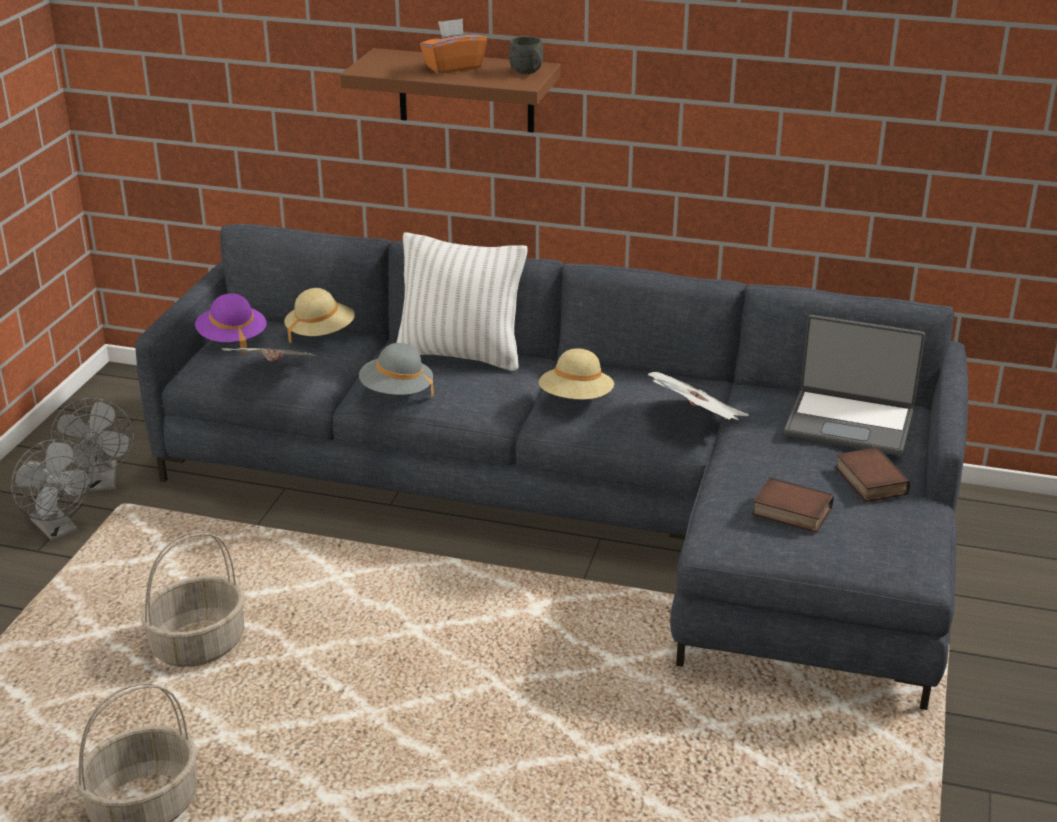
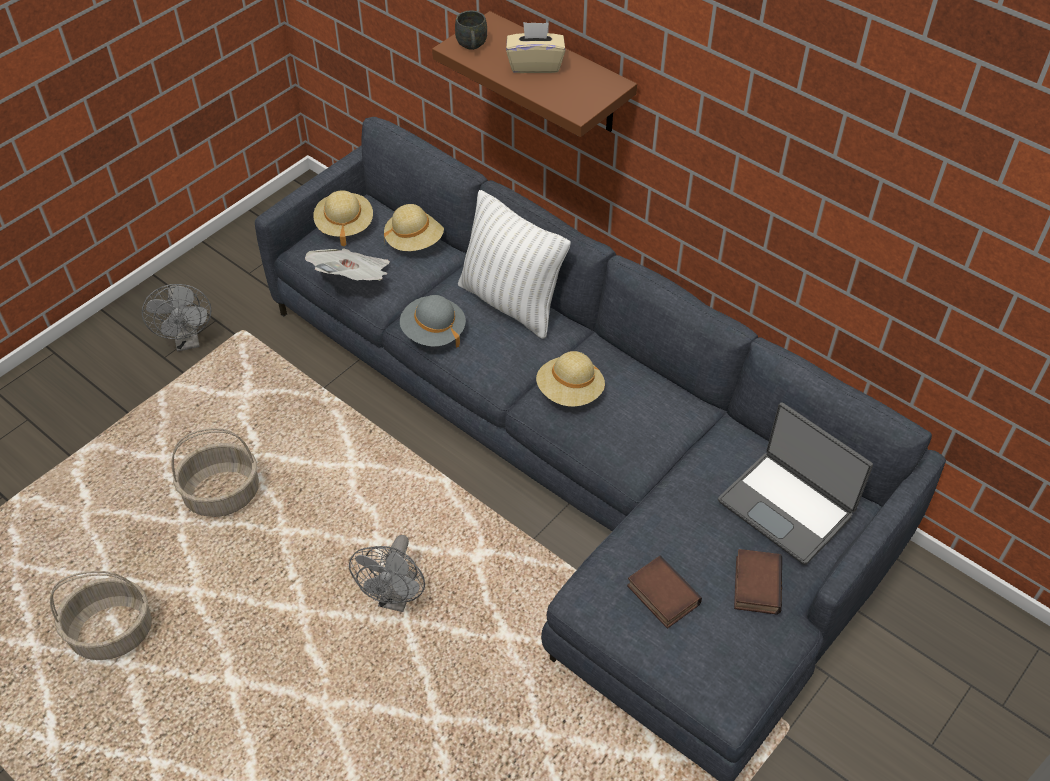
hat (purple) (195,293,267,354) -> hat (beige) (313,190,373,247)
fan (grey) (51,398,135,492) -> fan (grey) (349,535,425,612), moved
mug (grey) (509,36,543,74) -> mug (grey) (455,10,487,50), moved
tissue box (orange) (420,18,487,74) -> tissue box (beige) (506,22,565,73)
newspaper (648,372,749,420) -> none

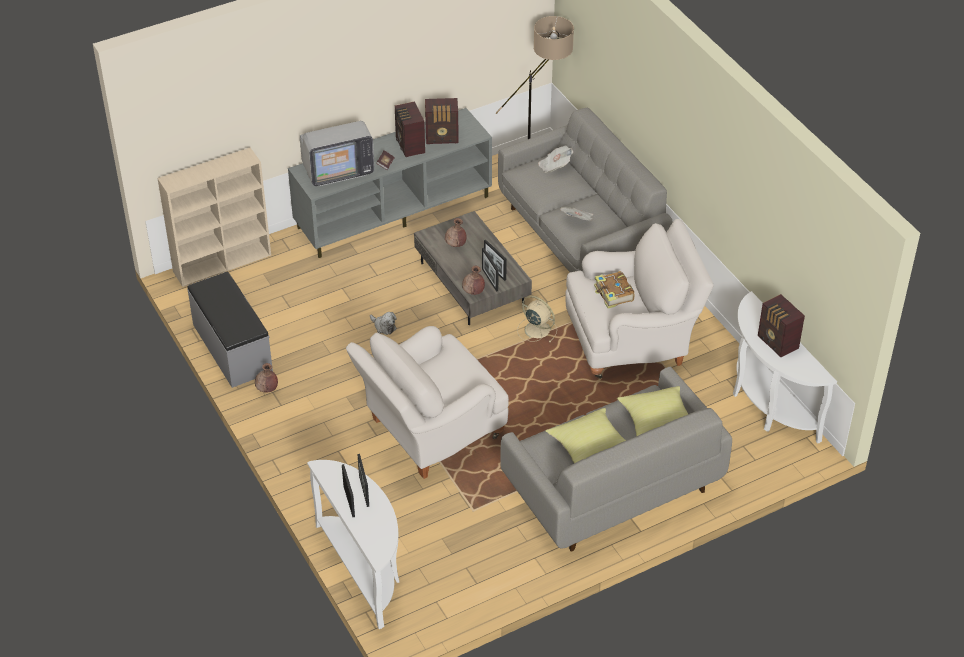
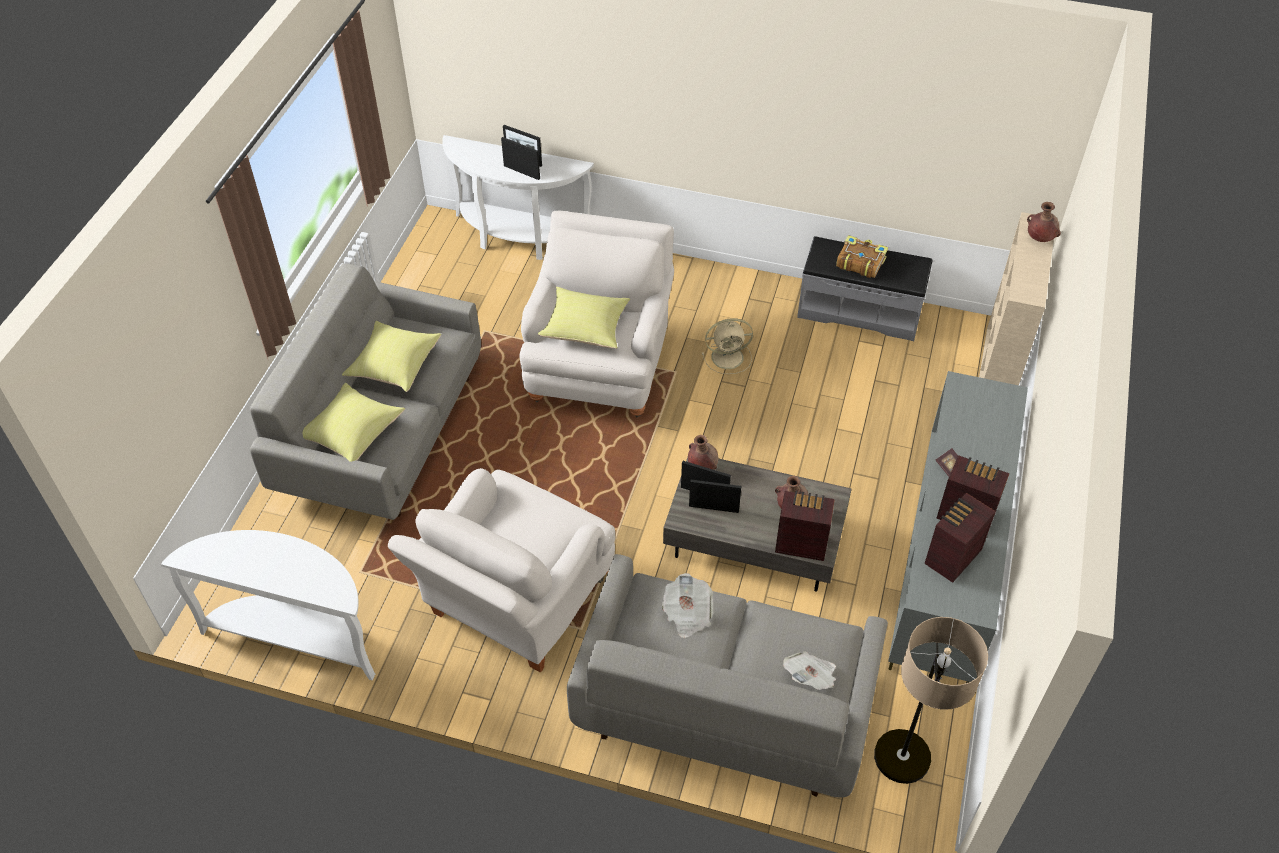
none -> pillow (yellow) (538,287,630,349)
fan (beige) (517,296,557,342) -> fan (beige) (702,318,753,374), moved
radio (758,294,805,357) -> radio (775,491,835,561), moved
book (594,271,635,309) -> book (836,235,888,278), moved
vase (brown) (255,363,278,393) -> vase (brown) (1027,202,1061,242), moved
television (300,121,374,186) -> none
plush toy (370,312,397,335) -> none

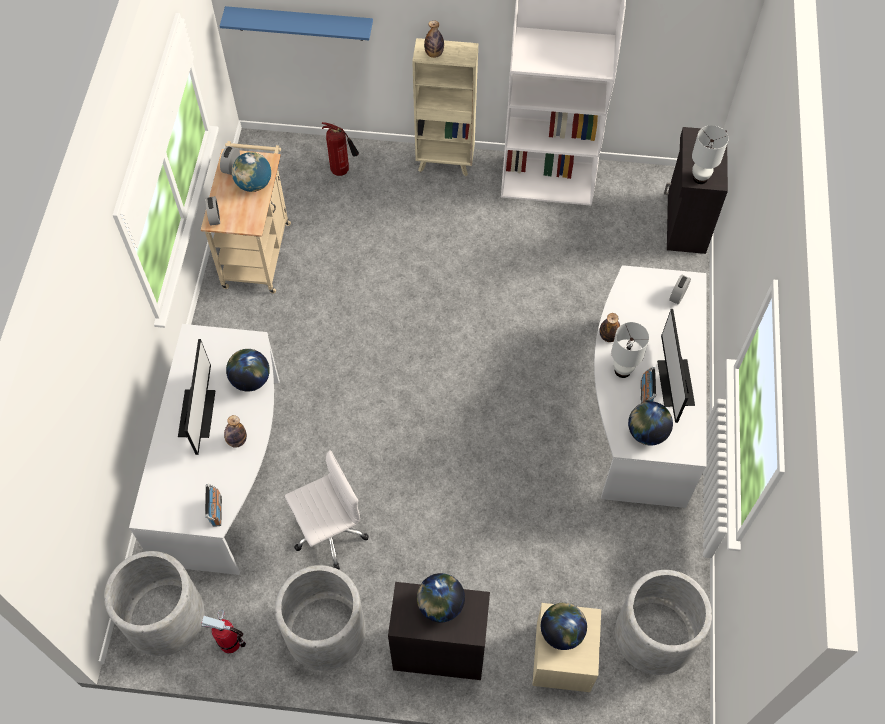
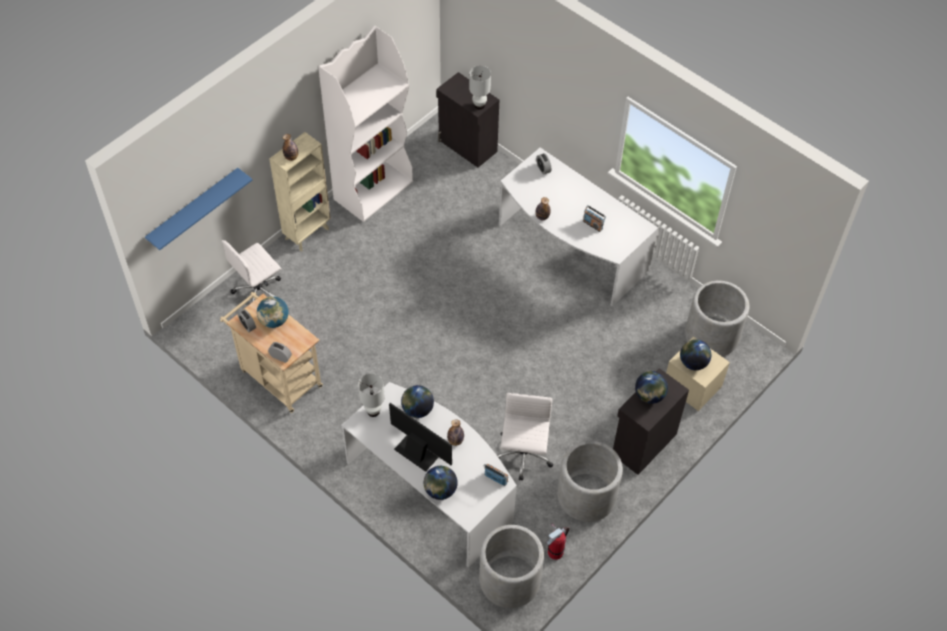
fire extinguisher (322,122,359,176) -> office chair (white) (222,240,281,304)
table lamp (white) (611,322,649,378) -> table lamp (white) (358,373,385,417), moved
globe (628,401,673,446) -> globe (424,466,458,500), moved
monitor (657,309,695,423) -> none

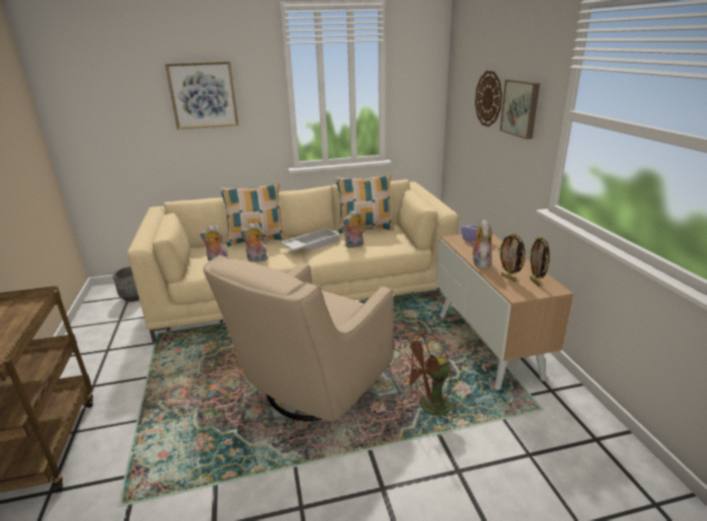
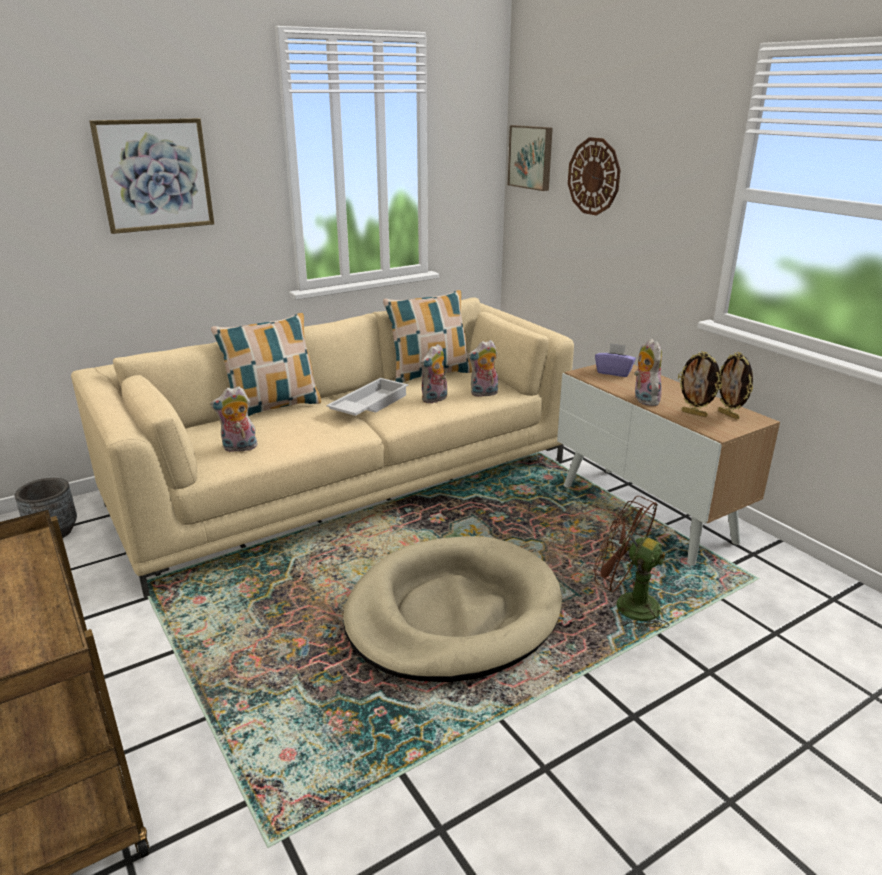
armchair (beige) (203,255,393,422) -> dog bed (beige) (343,536,562,683)
plush toy (240,223,268,262) -> plush toy (467,340,498,397), moved
picture (500,79,540,139) -> picture (508,125,553,191), moved
fan (brown) (401,333,462,424) -> fan (brown) (594,496,669,632), 75 degrees clockwise

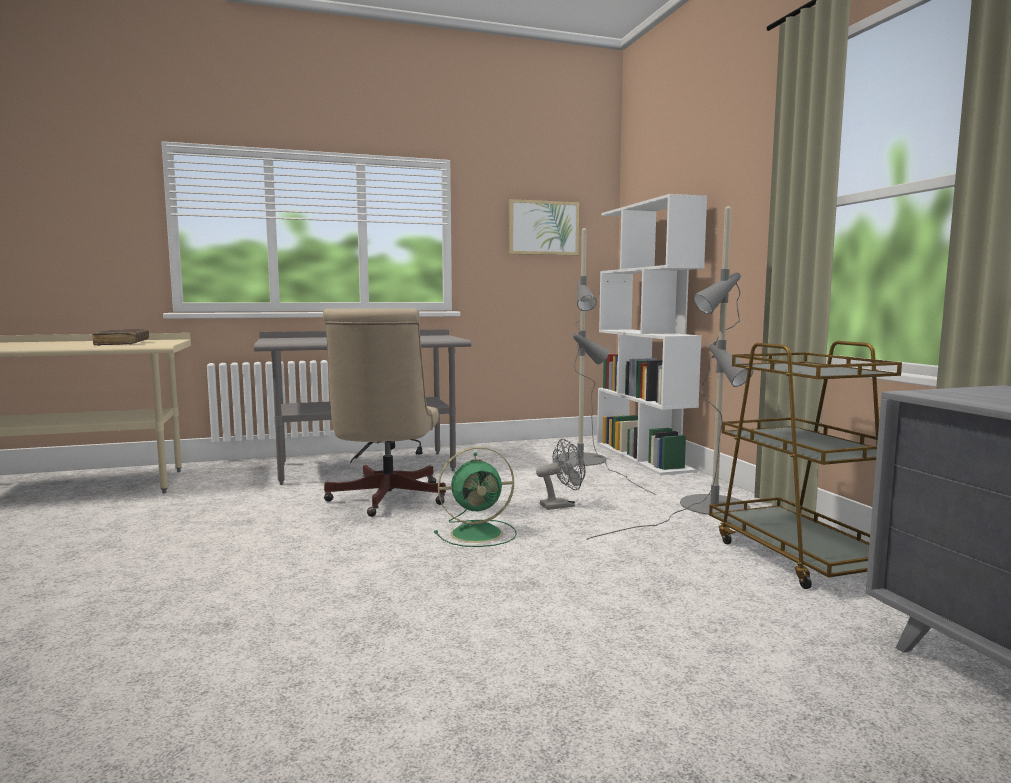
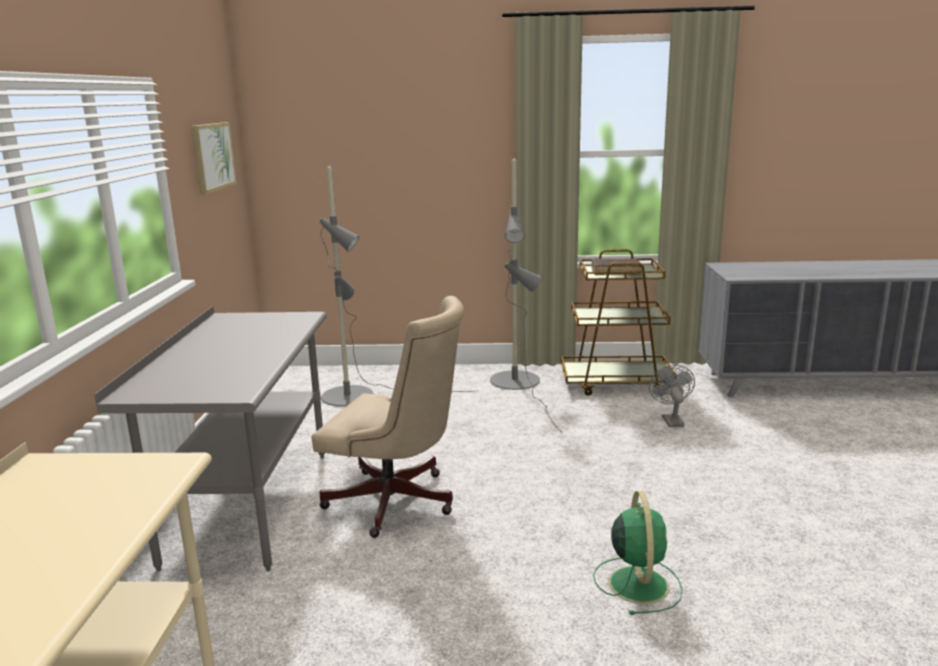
book (brown) (92,329,149,346) -> book (brown) (591,258,641,275), moved
fan (green) (434,447,517,547) -> fan (green) (593,491,683,615), moved
fan (grey) (536,439,585,510) -> fan (grey) (649,365,695,427), moved
bookcase (white) (597,194,707,475) -> none

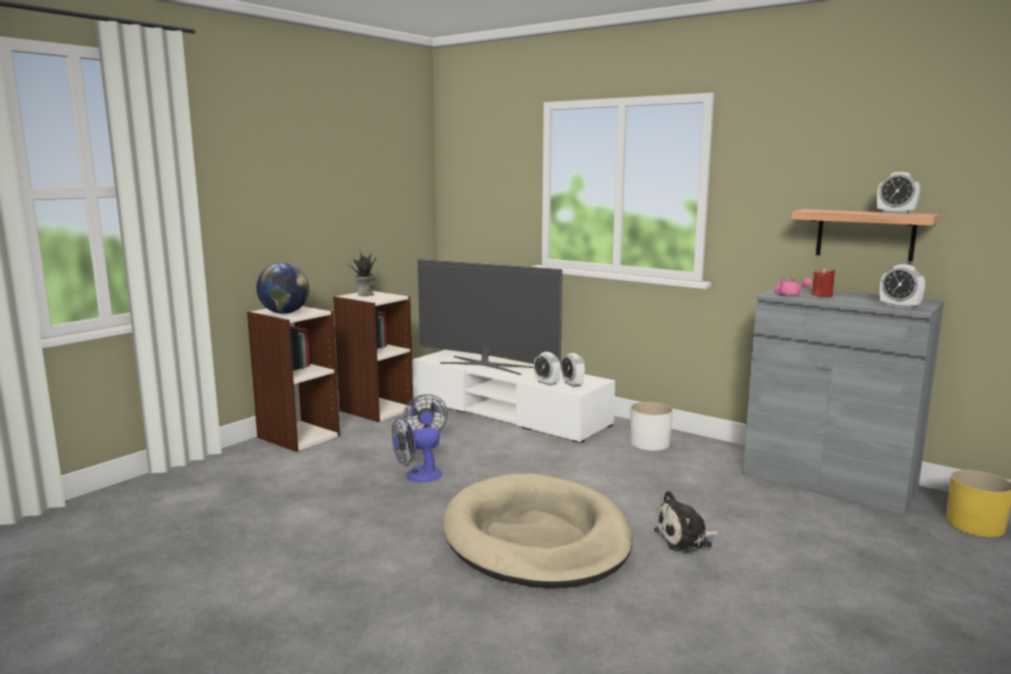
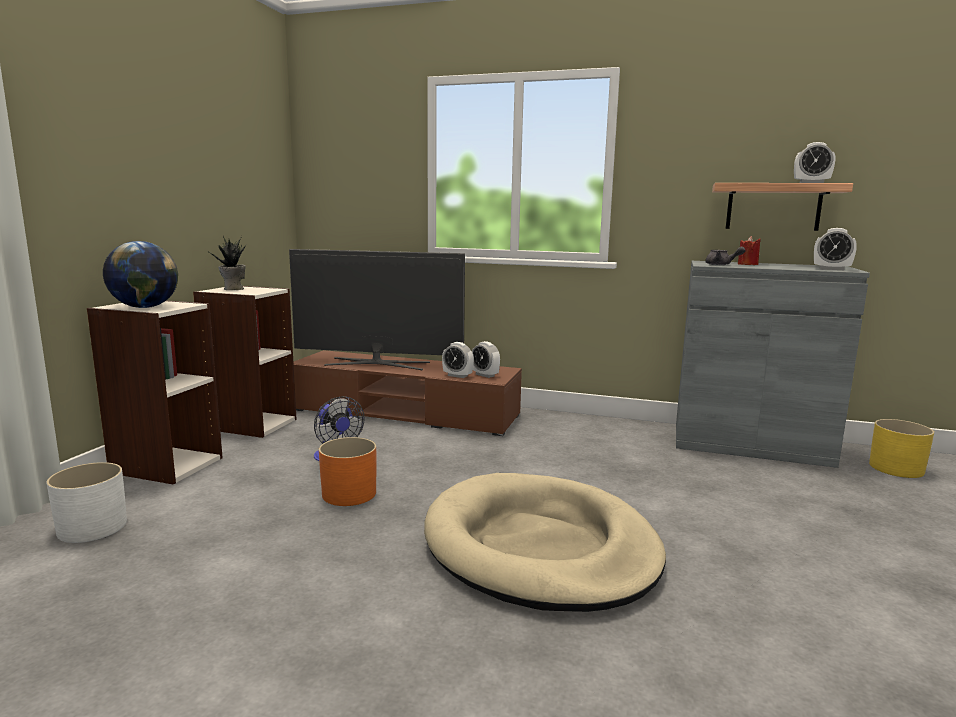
planter (white) (630,402,673,451) -> planter (white) (47,462,127,543), moved
tv stand (white) (412,350,615,444) -> tv stand (brown) (293,350,522,436)
fan (392,417,442,482) -> planter (orange) (319,437,376,506)
teapot (pink) (775,278,812,296) -> teapot (grey) (705,246,746,265)
plush toy (654,491,720,553) -> none

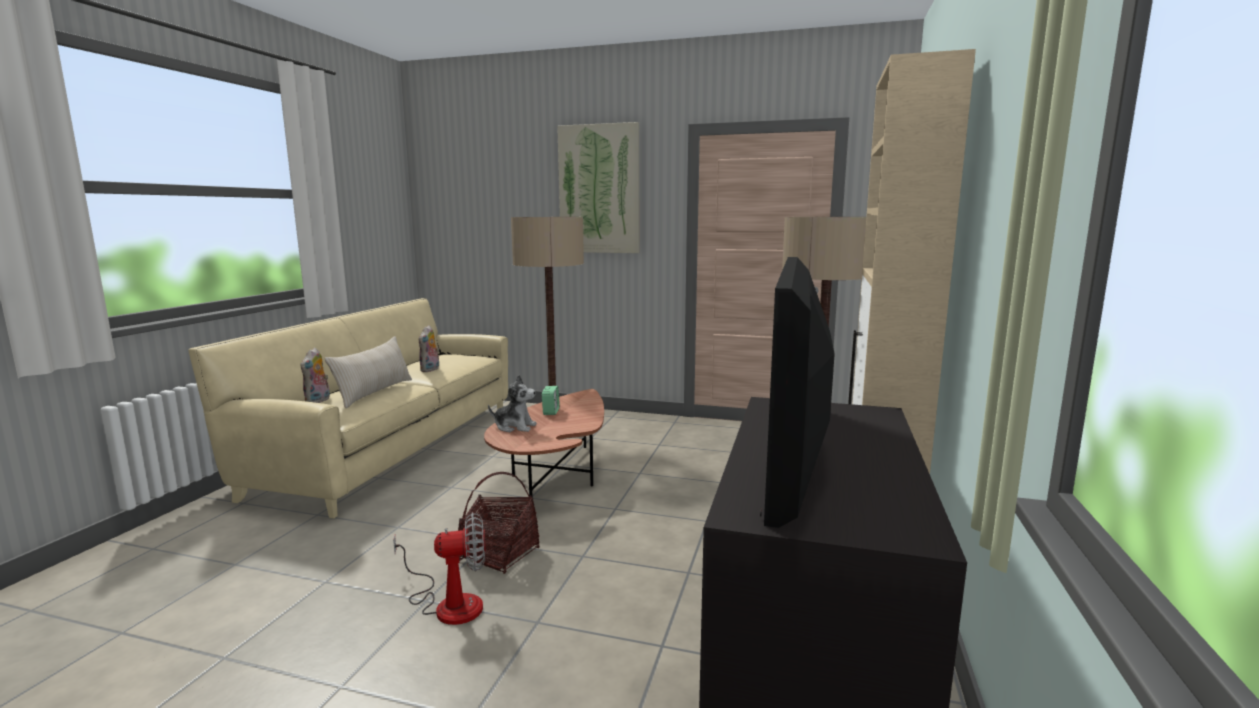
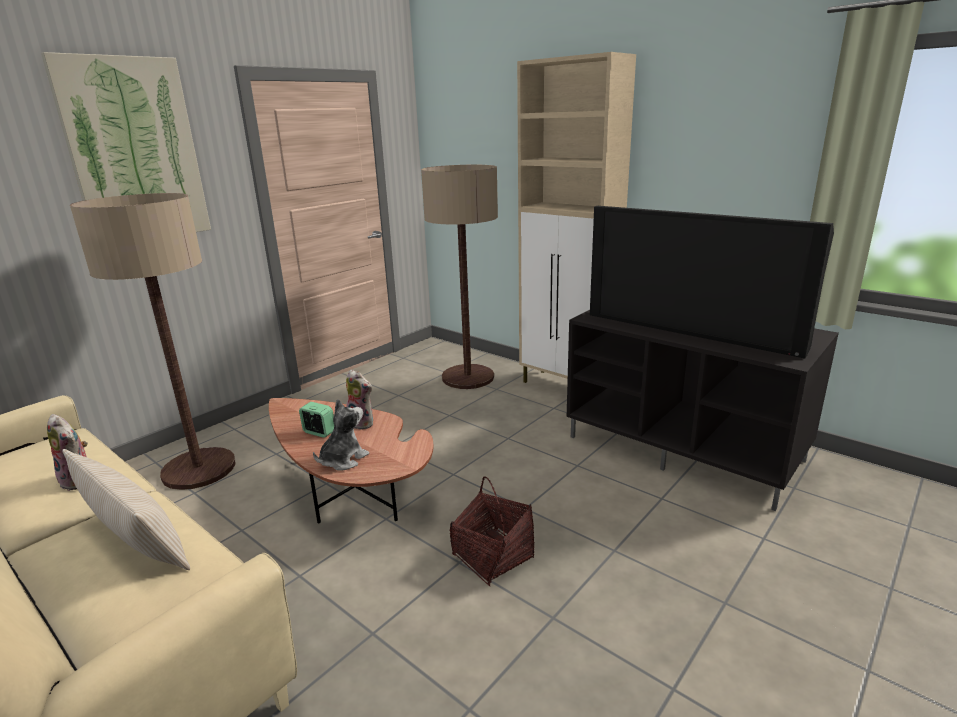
plush toy (301,348,330,403) -> plush toy (346,370,373,430), moved
fan (393,512,486,625) -> none

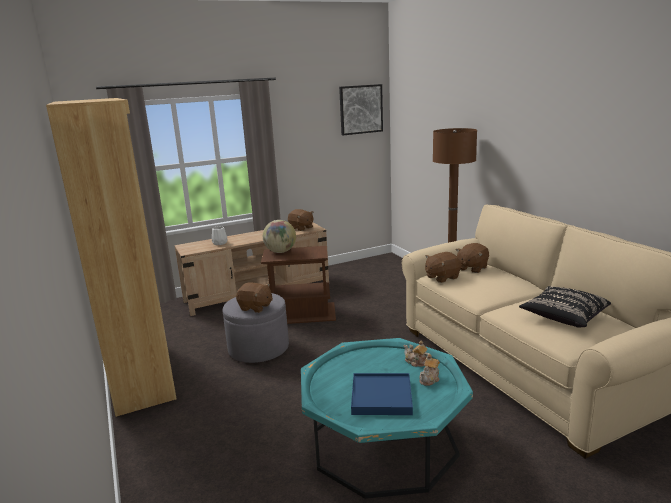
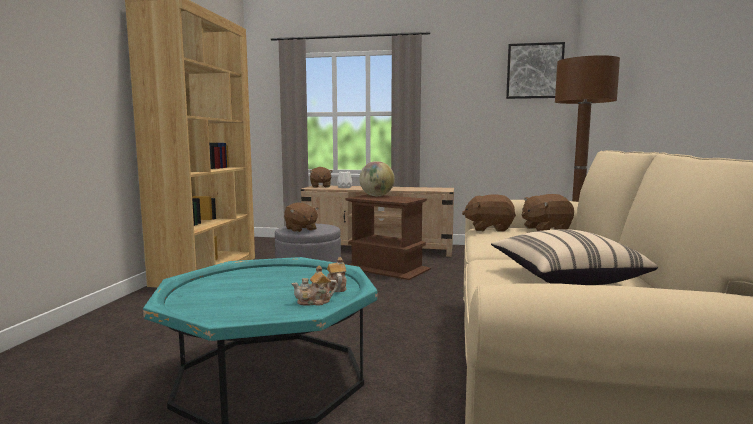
plush toy (brown) (288,209,313,231) -> plush toy (brown) (310,167,332,188), moved
pillow (black) (519,286,611,328) -> pillow (beige) (491,229,658,285)
tray (blue) (351,373,413,415) -> none

